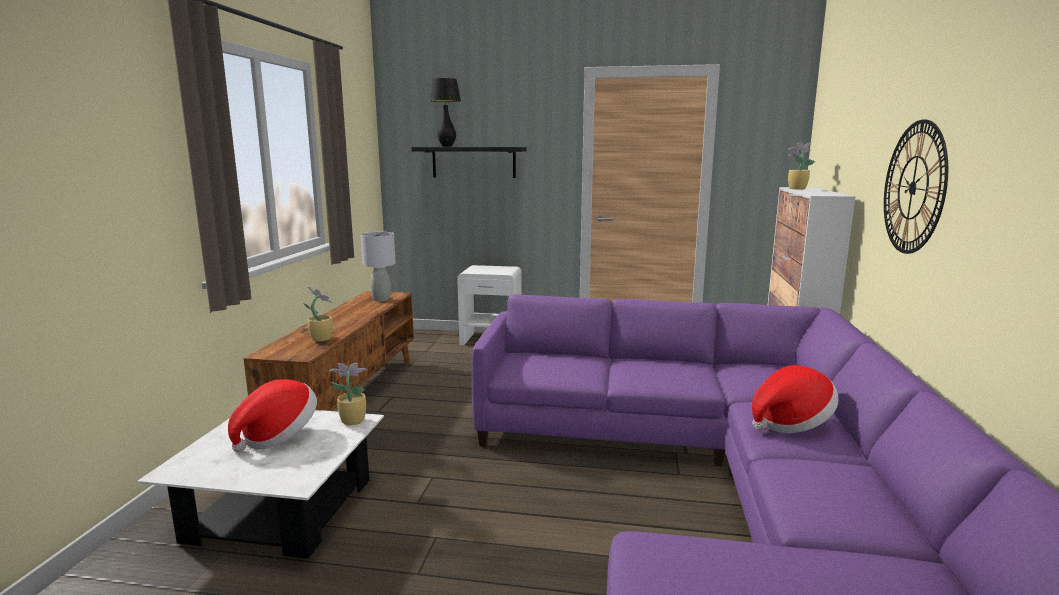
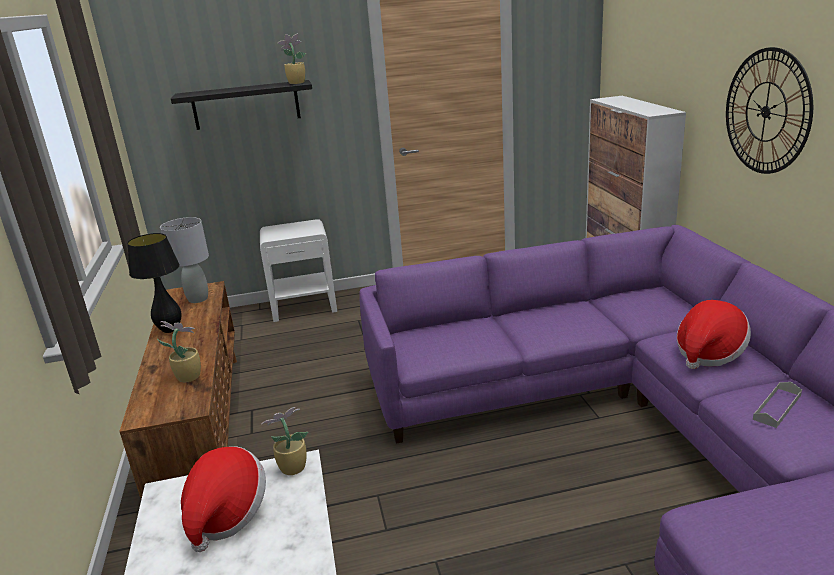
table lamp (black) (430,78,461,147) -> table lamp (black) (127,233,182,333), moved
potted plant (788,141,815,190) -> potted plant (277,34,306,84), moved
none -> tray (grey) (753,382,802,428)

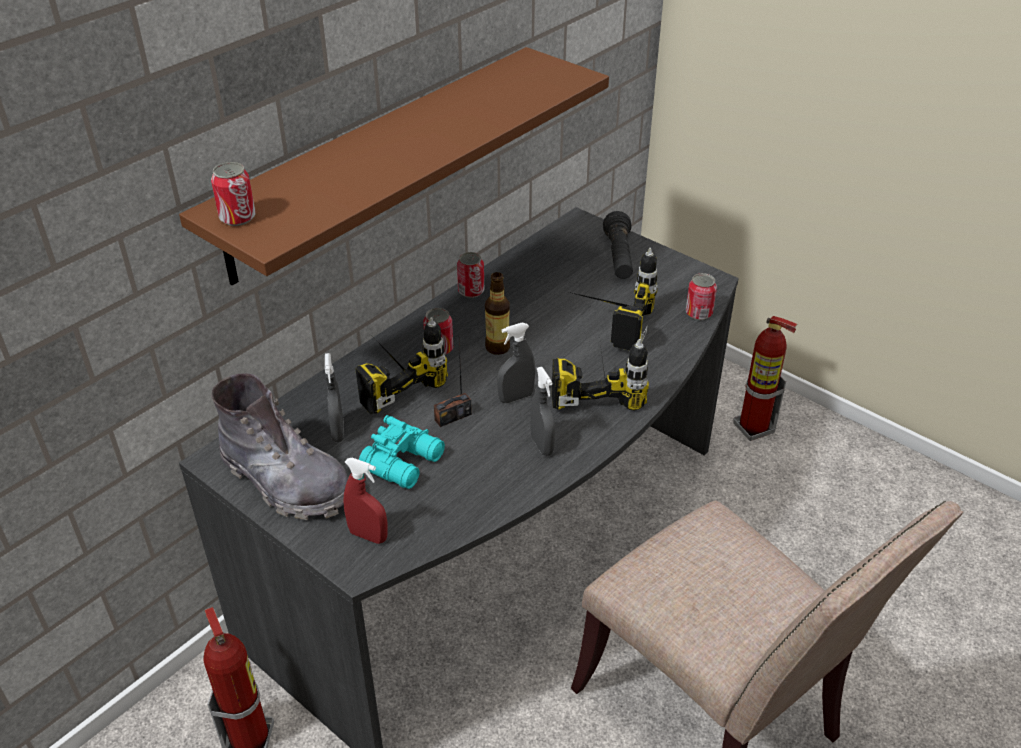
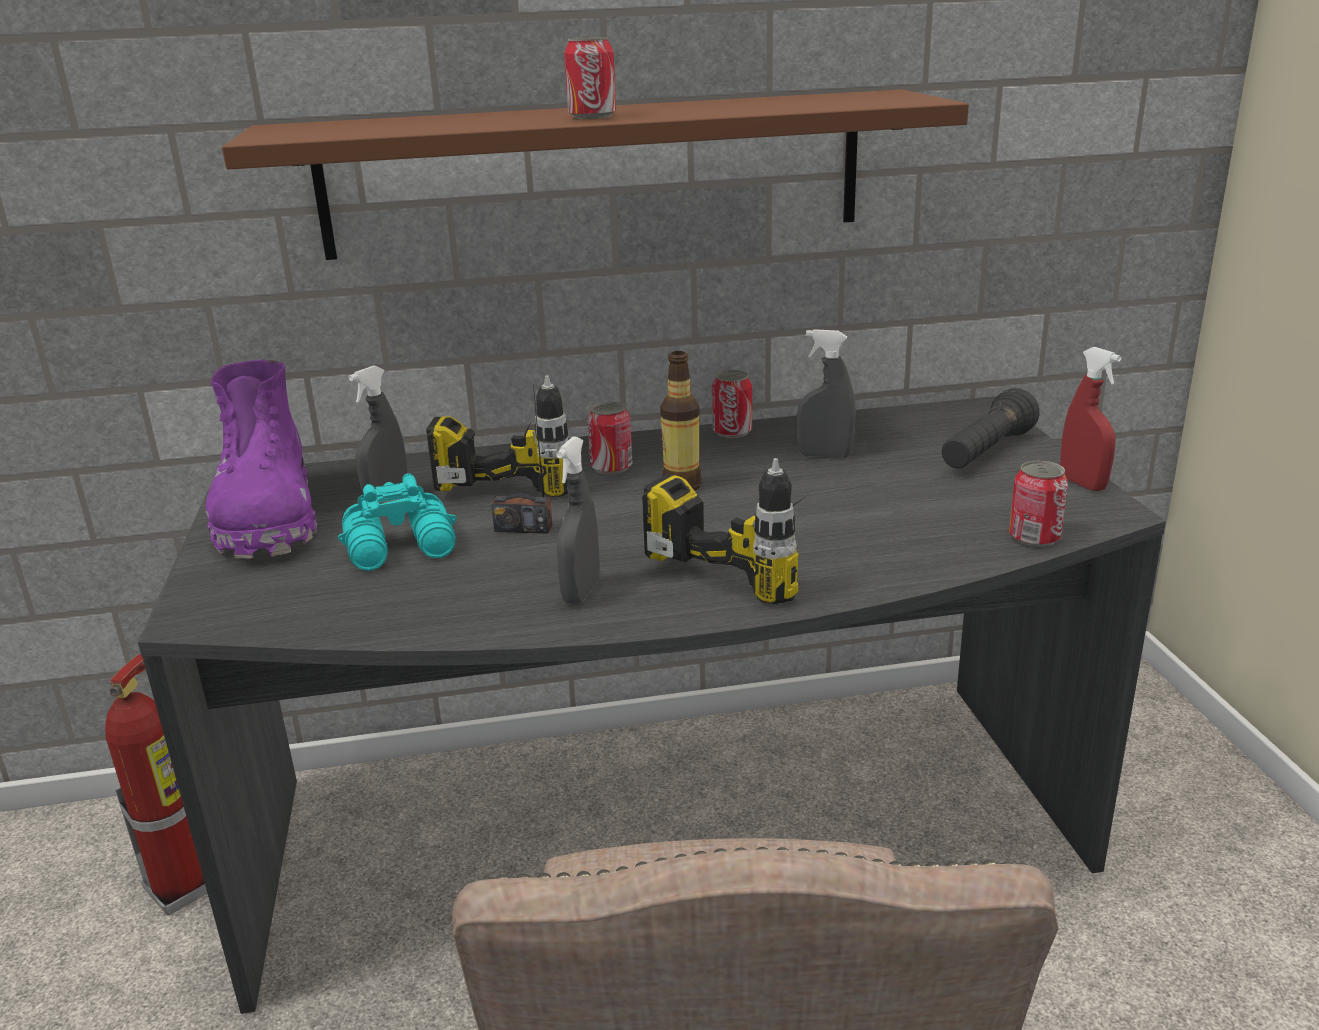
boot (grey) (212,373,348,520) -> boot (purple) (206,360,317,559)
can (211,162,256,226) -> can (564,37,616,119), moved
spray bottle (grey) (497,323,535,403) -> spray bottle (grey) (797,329,855,458), moved
spray bottle (red) (343,458,387,544) -> spray bottle (red) (1060,347,1121,491), moved
power drill (569,248,658,350) -> none
fire extinguisher (733,316,797,441) -> none

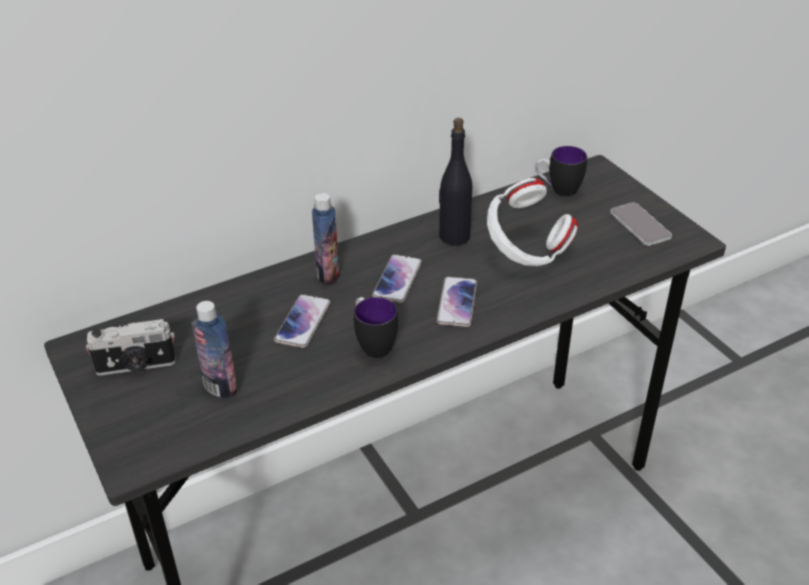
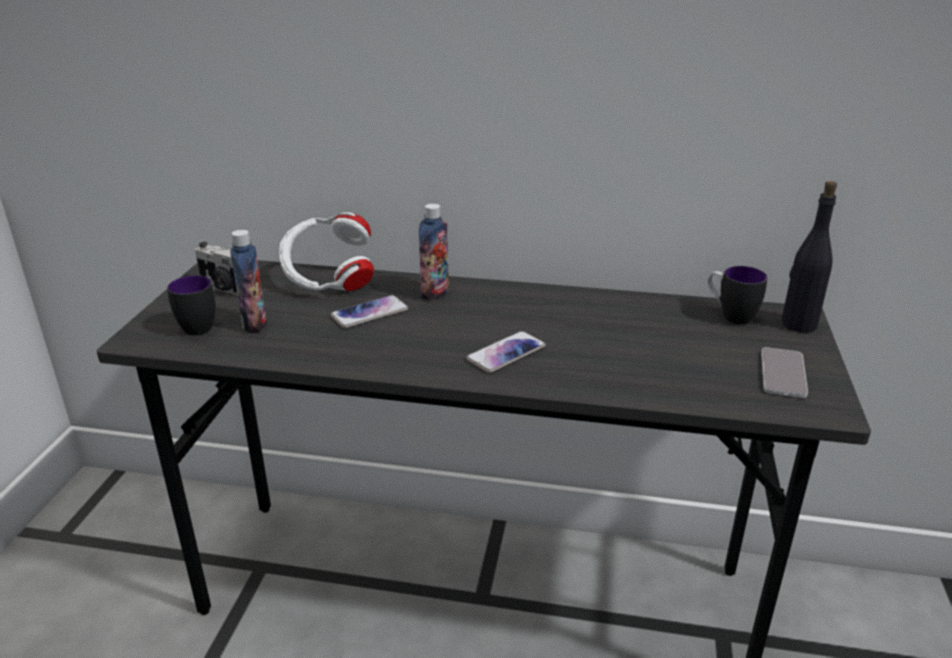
mug (354,297,398,358) -> mug (167,275,216,335), moved
headphones (white) (487,178,578,266) -> headphones (white) (279,212,374,291), moved
bottle (black) (439,118,472,246) -> bottle (black) (781,181,837,333), moved
phone (372,254,422,303) -> none

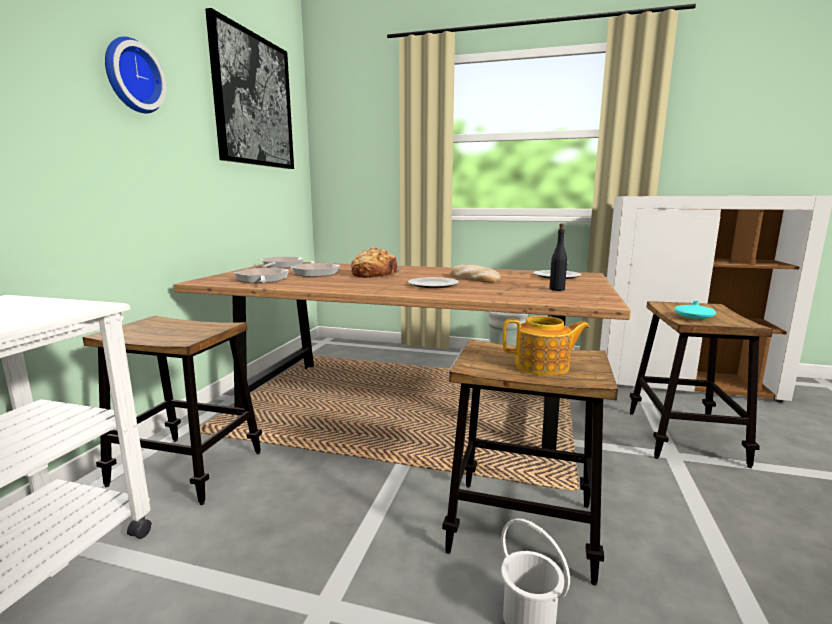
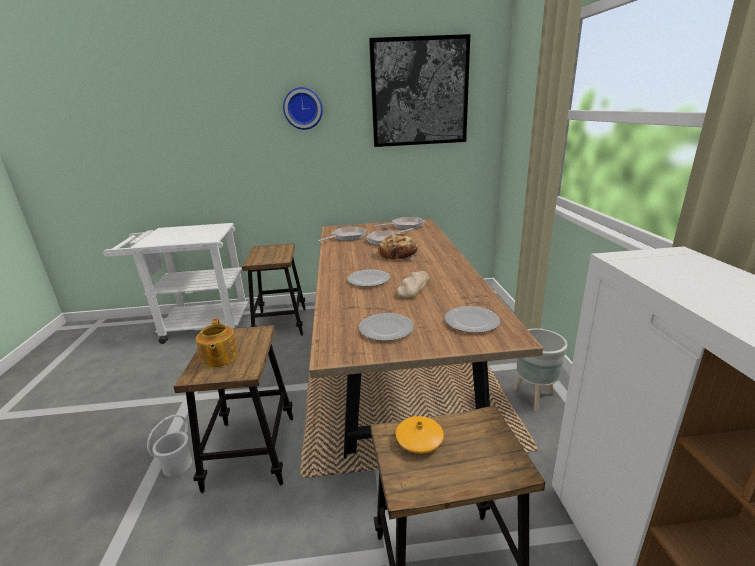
bottle (black) (549,224,568,291) -> plate (359,313,414,341)
vase (turquoise) (674,301,716,319) -> vase (orange) (395,416,444,454)

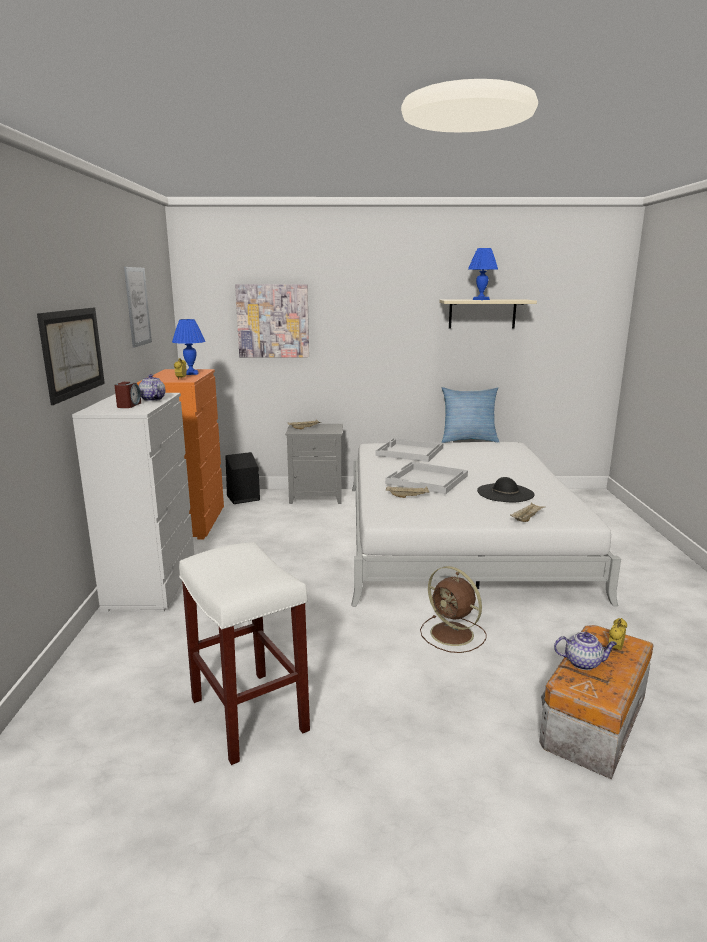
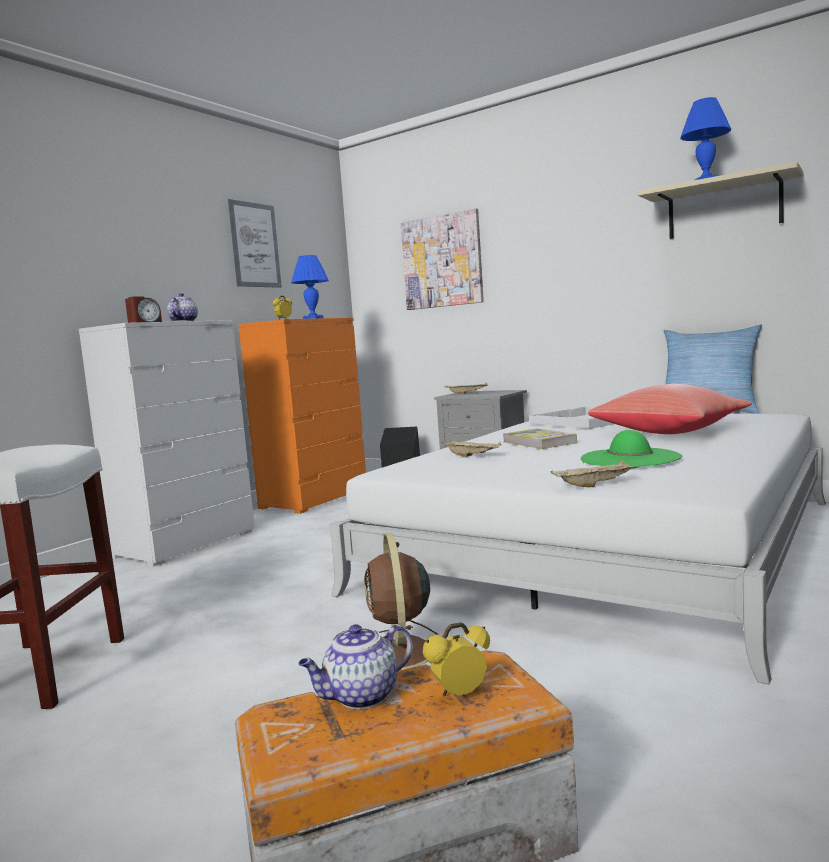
teapot (554,632,617,670) -> teapot (298,624,413,709), 105 degrees clockwise
tray (white) (385,462,468,494) -> book (503,429,577,449)
hat (black) (477,477,535,502) -> hat (green) (581,430,682,467)
none -> pillow (red) (588,384,752,434)
picture (37,308,105,405) -> none

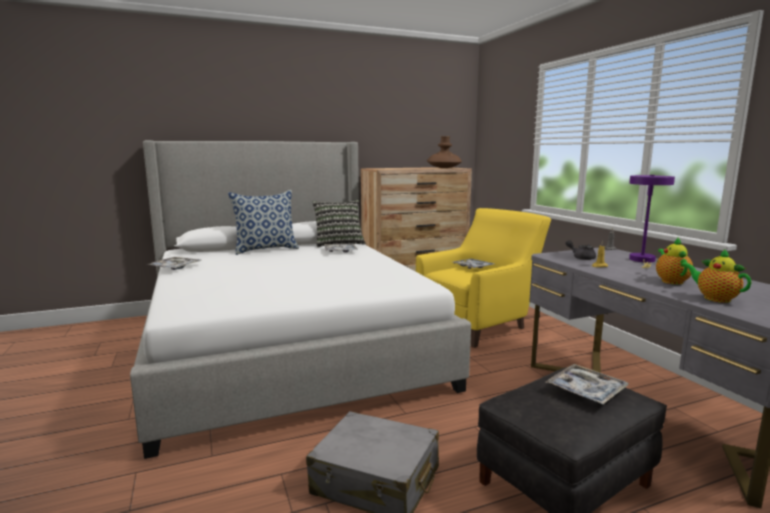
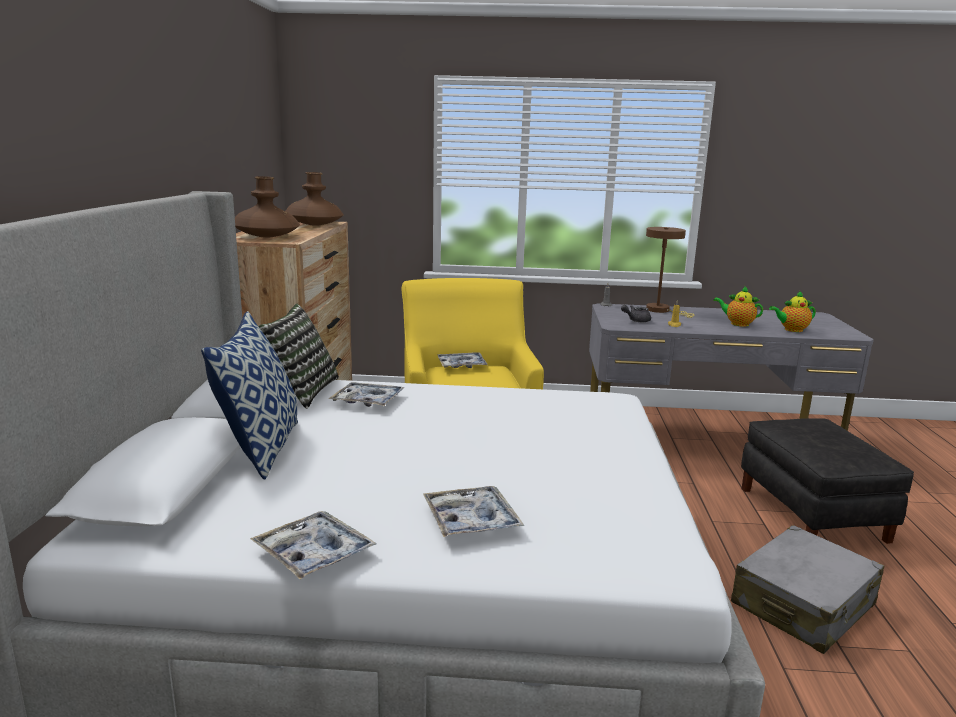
none -> vase (brown) (235,176,300,238)
tray (546,364,628,405) -> tray (423,486,524,537), moved
table lamp (purple) (629,175,675,268) -> table lamp (brown) (646,227,694,318)

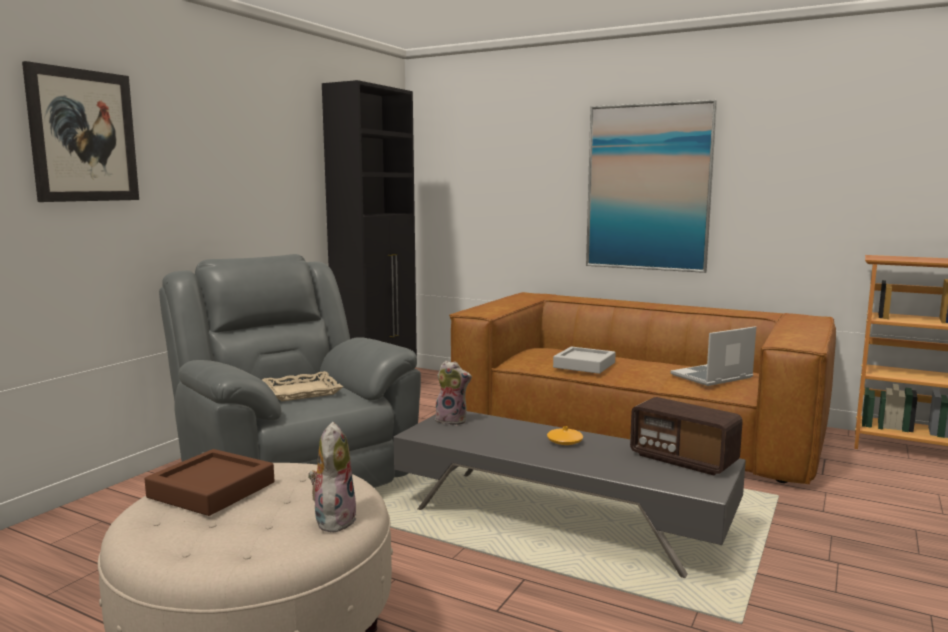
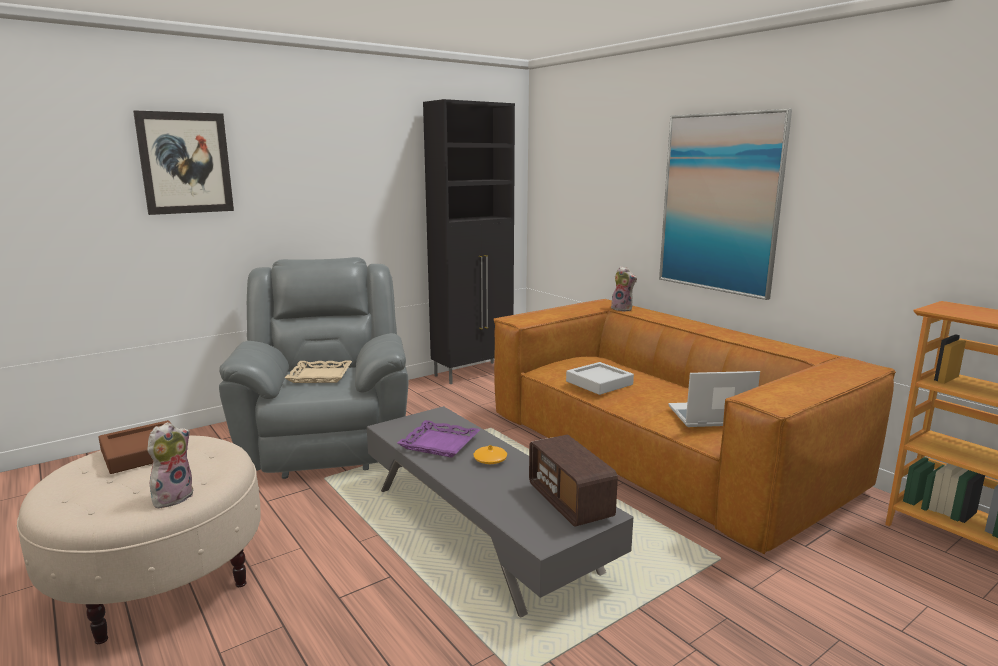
none -> tray (purple) (397,420,480,458)
plush toy (435,361,472,425) -> plush toy (611,266,637,312), moved

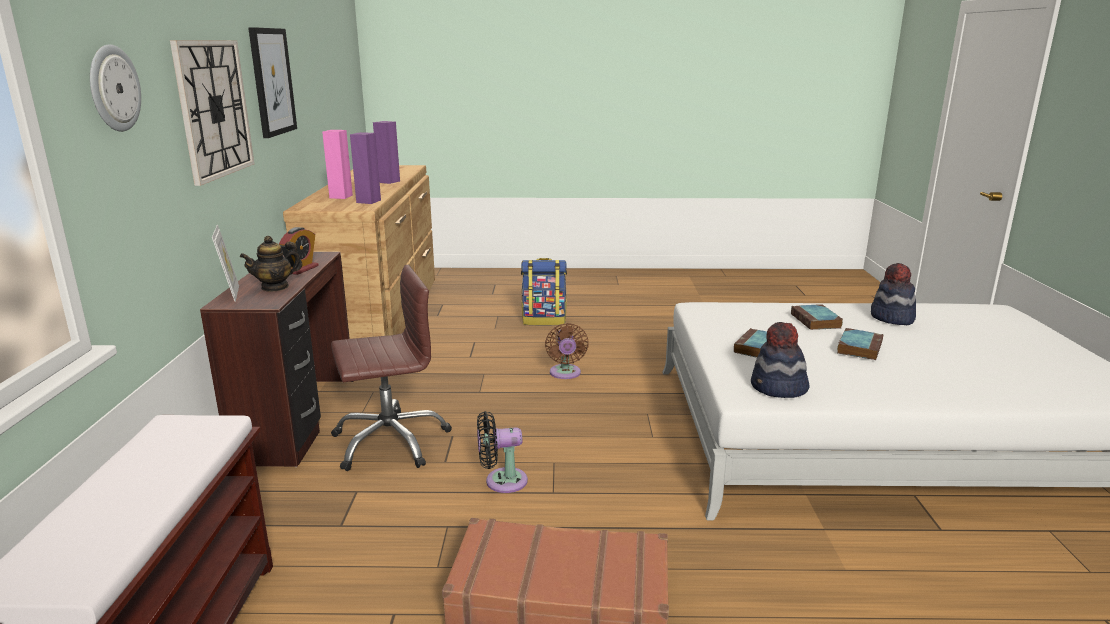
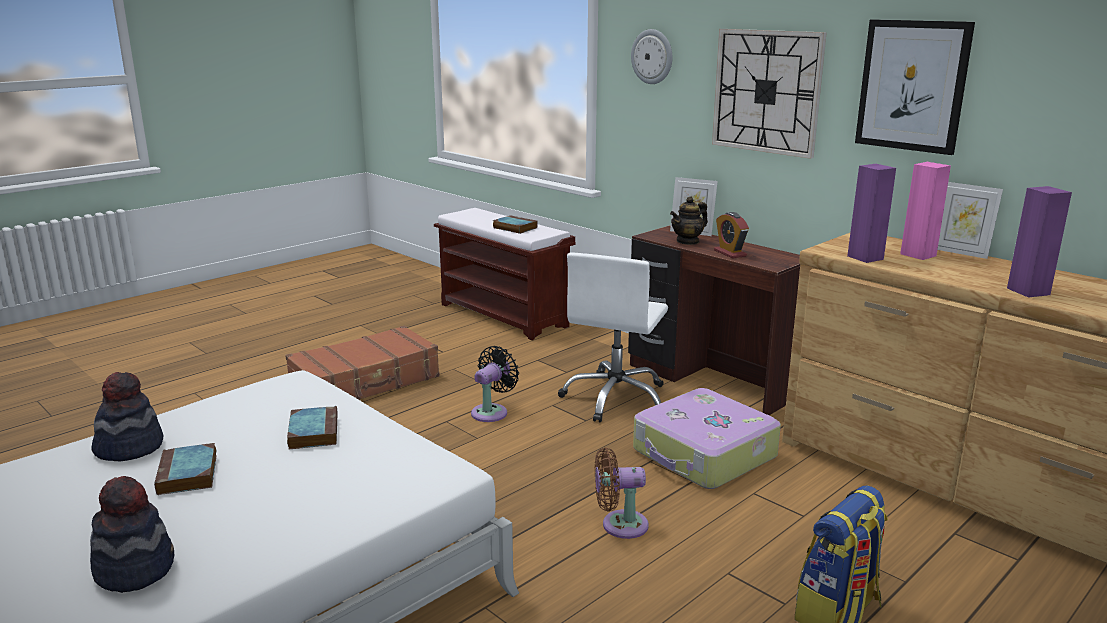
hat (751,322,809,398) -> hat (91,372,164,461), moved
book (791,304,843,330) -> book (493,215,538,234), moved
office chair (brown) (331,265,452,471) -> office chair (white) (558,253,668,422)
fan (brown) (545,323,589,379) -> fan (brown) (595,448,649,539), 45 degrees counterclockwise
none -> suitcase (633,388,781,489)
teapot (240,236,303,292) -> teapot (670,196,708,245), 135 degrees counterclockwise
none -> picture frame (937,182,1003,259)

